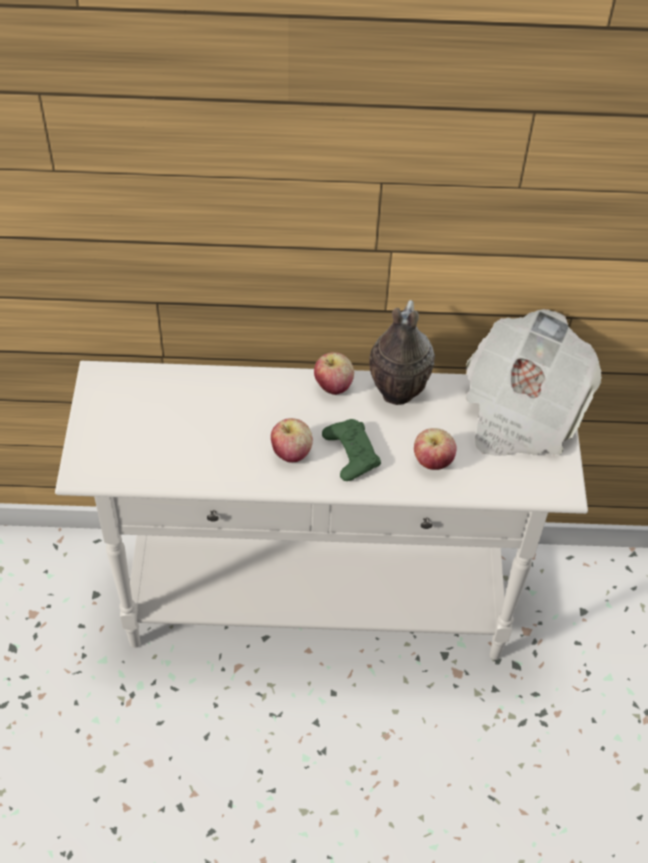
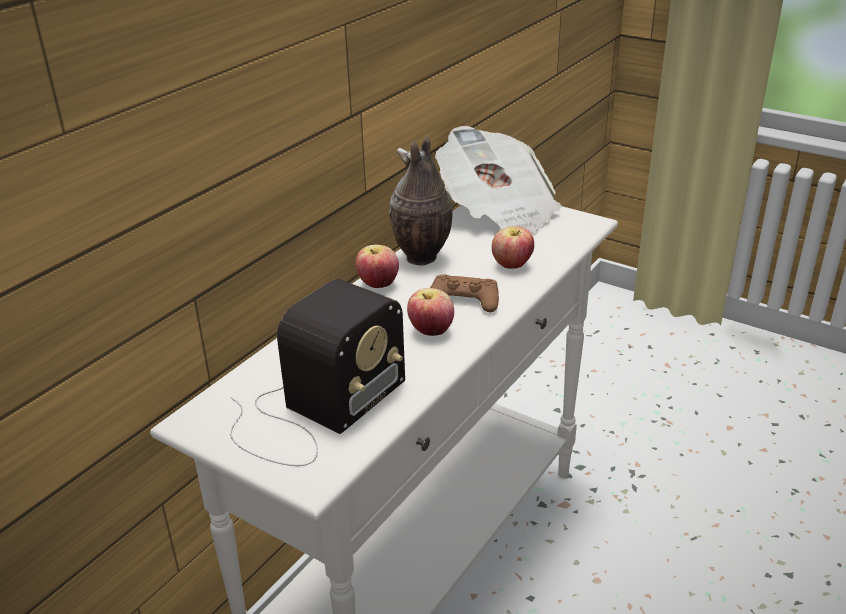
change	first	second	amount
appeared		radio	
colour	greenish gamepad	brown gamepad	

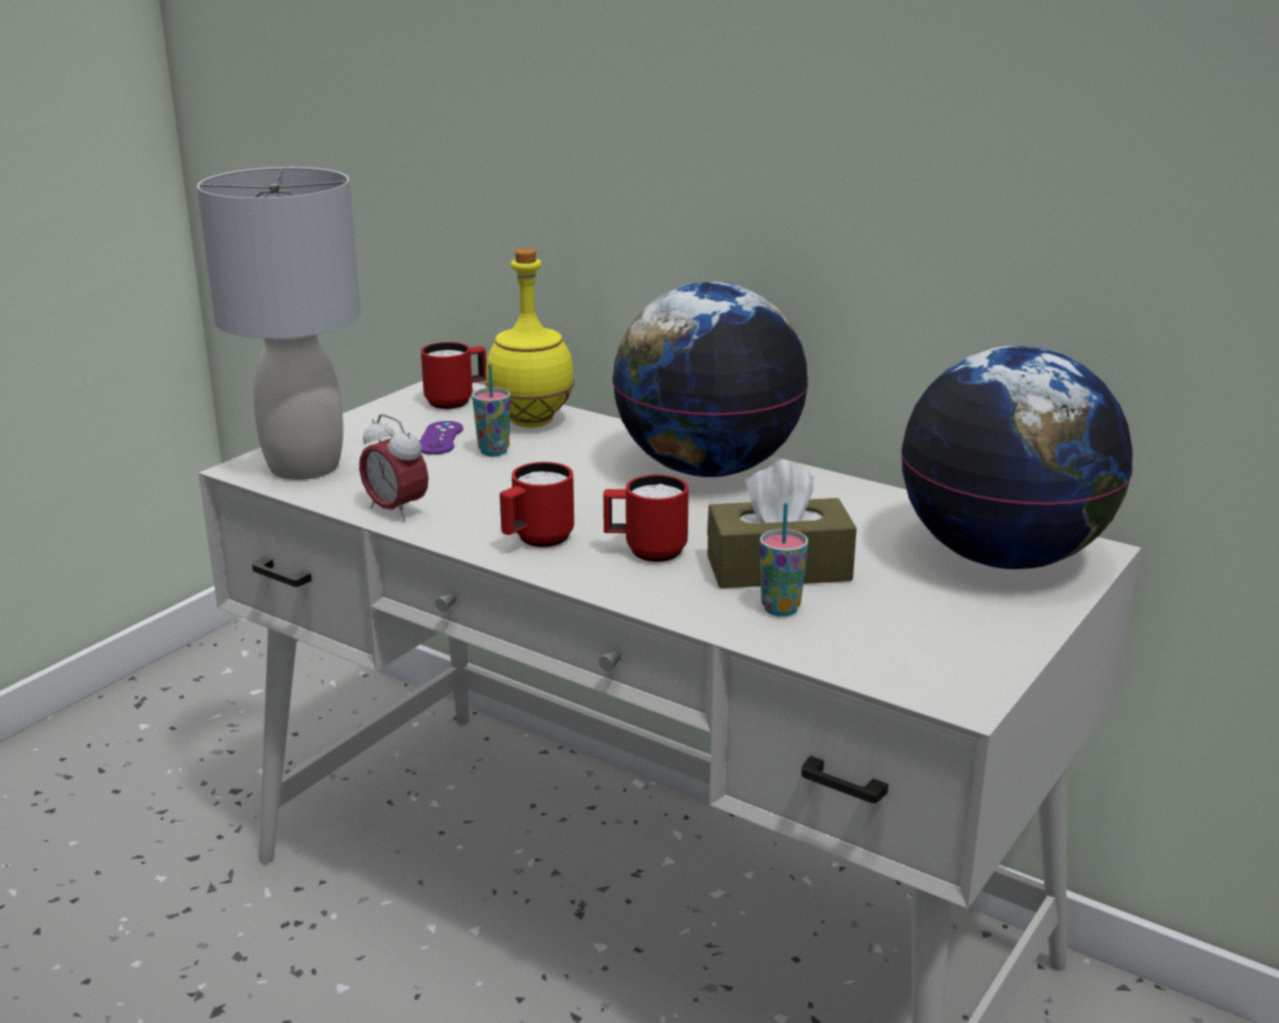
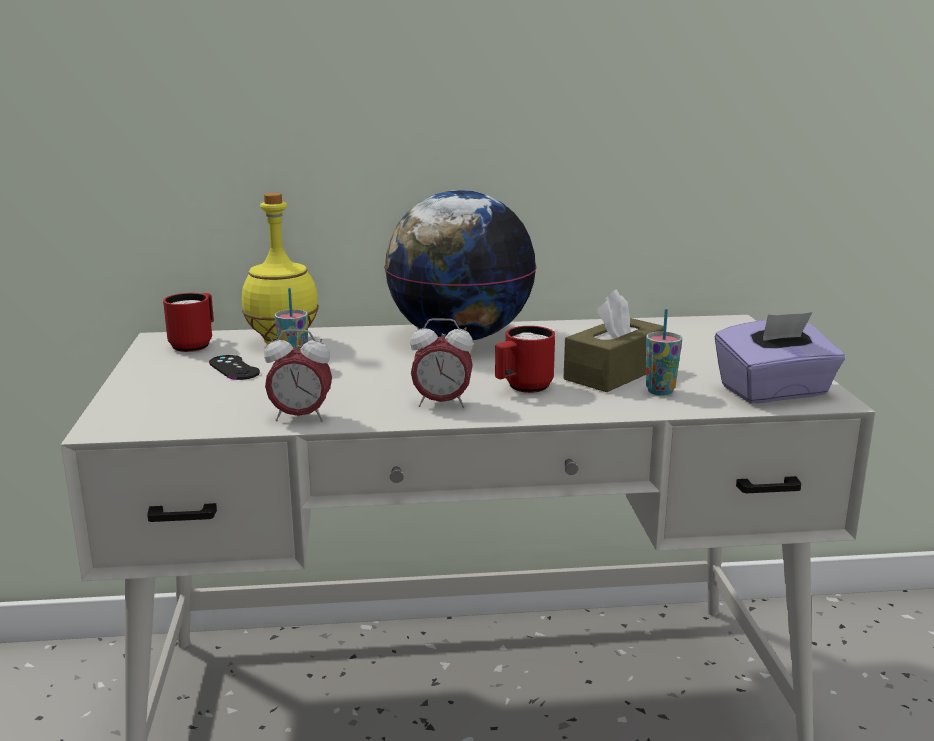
change	first	second	amount
colour	purple-coloured gamepad	blackish gamepad	
exchanged	red-coloured tea mug (no. 2 from left)	alarm clock (no. 2 from left)	
appeared		purple-coloured box of tissues	
missing	grey table lamp		
missing	globe (no. 2 from left)		

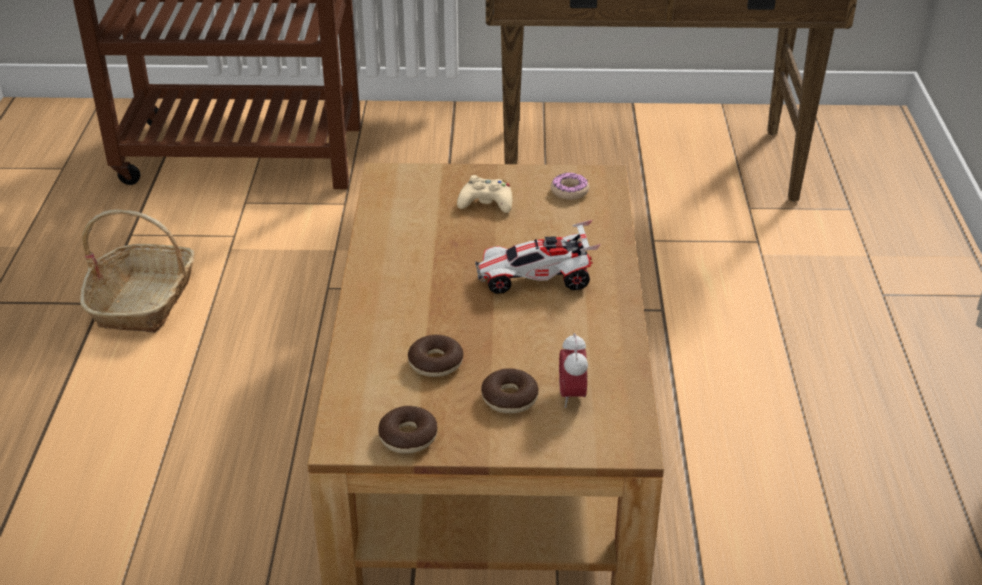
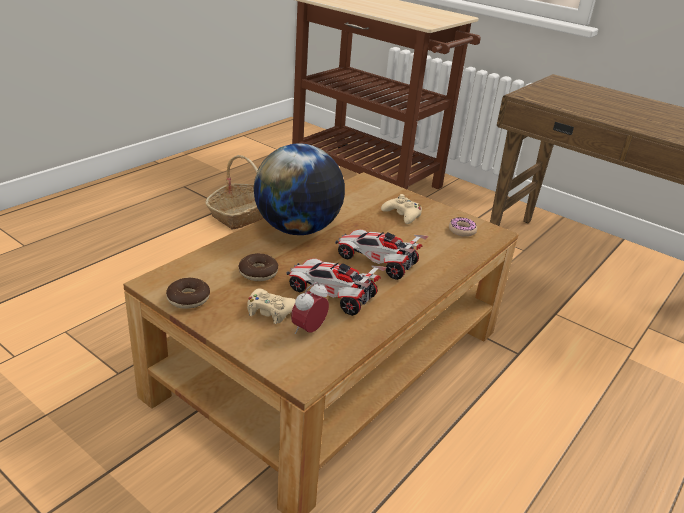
change	first	second	amount
exchanged	donut (no. 3 from left)	beige-coloured gamepad (no. 1 from left)	
appeared		globe	
appeared		model car (no. 1 from left)	

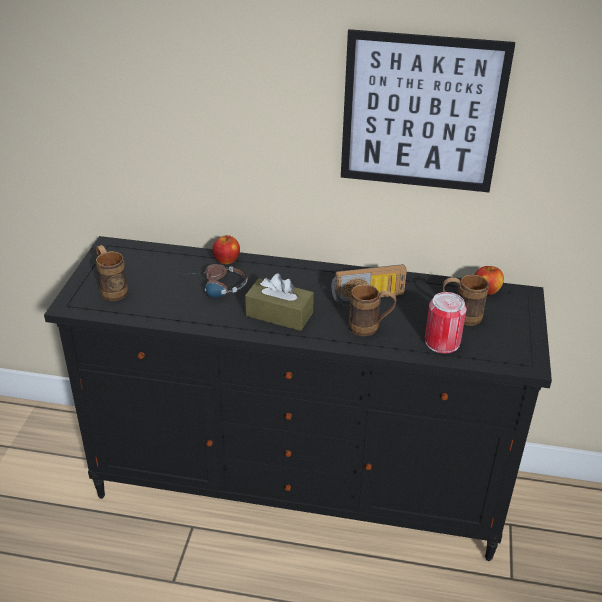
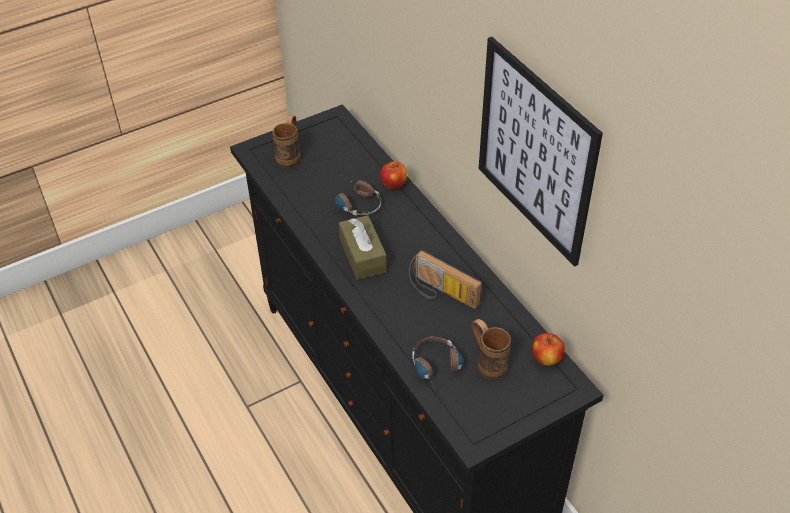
change	first	second	amount
exchanged	can	headphones (no. 2 from left)	
missing	brown tea mug (no. 2 from left)		

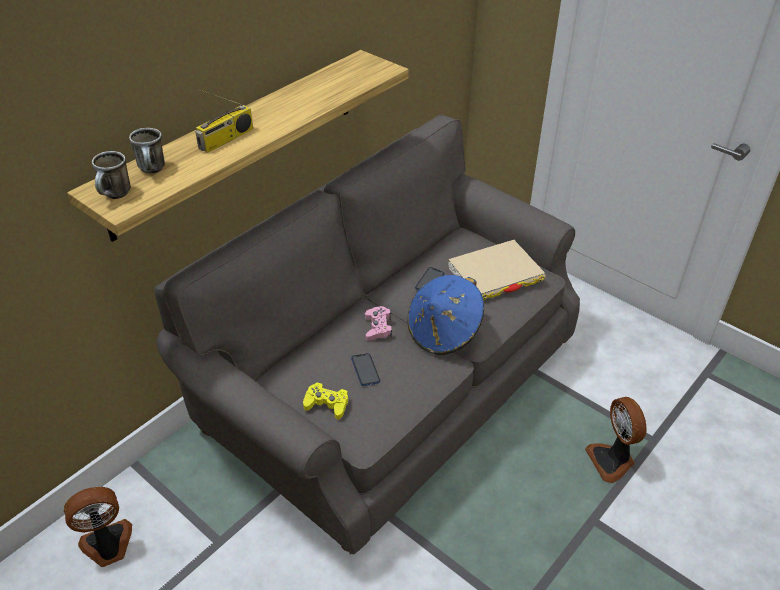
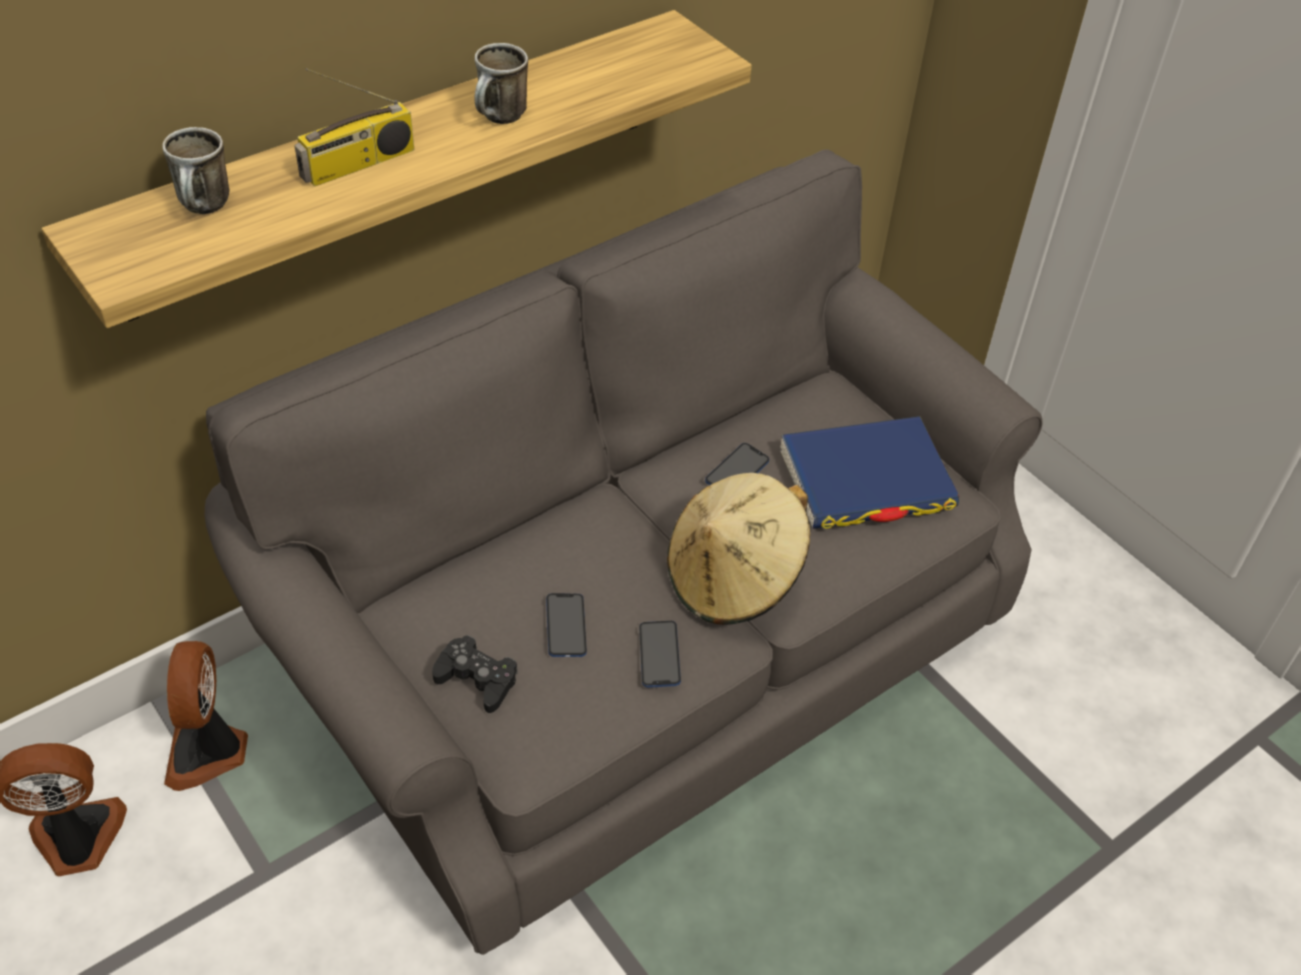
change	first	second	amount
relocated	fan (no. 2 from left)		
colour	yellowish gamepad	blackish gamepad	
relocated	tea mug (no. 1 from left in the first image)	tea mug (no. 2 from left)	
appeared		handset (no. 2 from left)	
colour	blue clothing hat	beige-coloured clothing hat	
colour	beige-coloured book	blue book	
missing	pink-coloured gamepad		

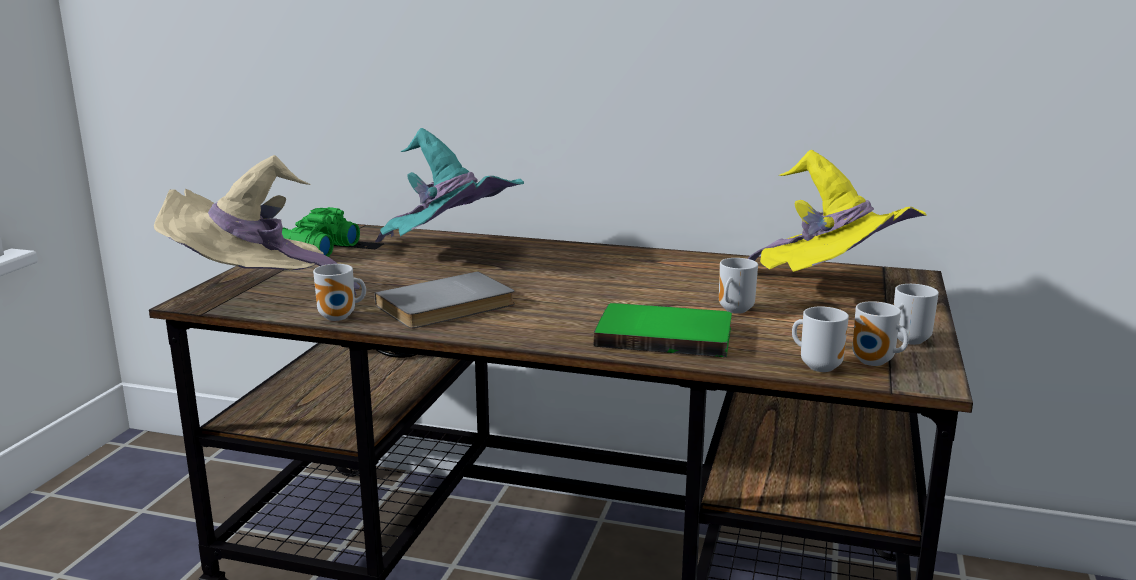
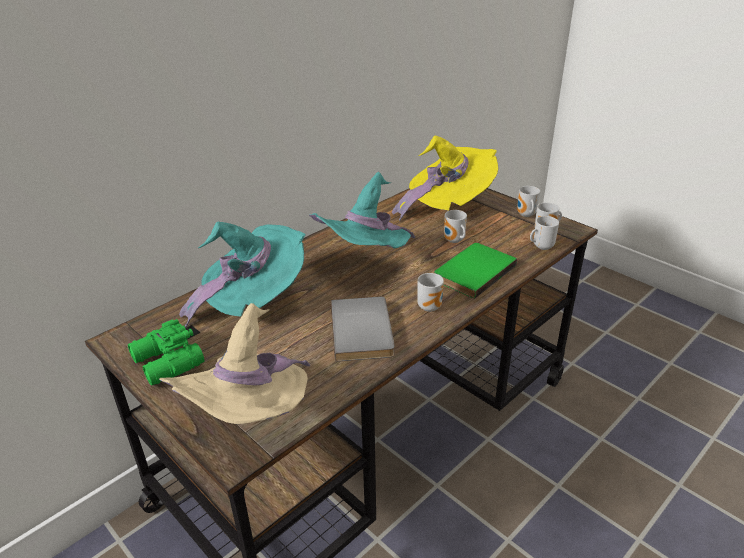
change	first	second	amount
appeared		turquoise-coloured clothing hat (no. 2 from left)	
relocated	tea mug (no. 1 from left)		

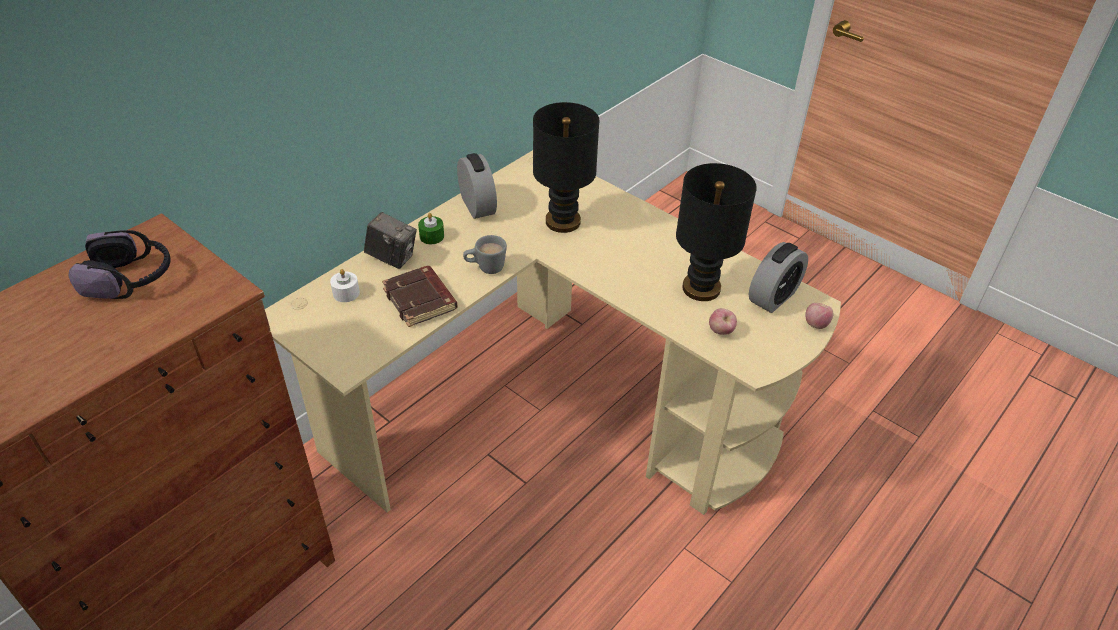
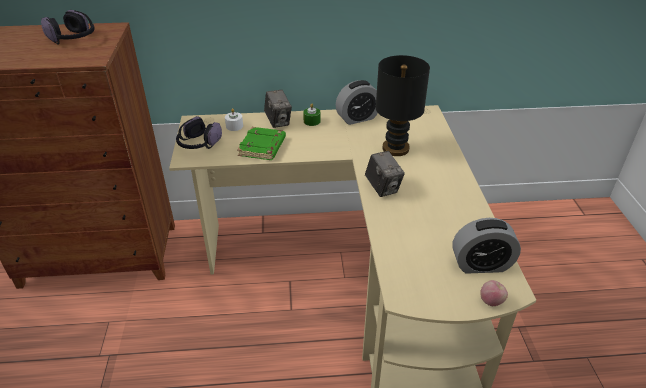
change	first	second	amount
appeared		headphones (no. 2 from left)	
colour	brown book	greenish book	
spun	alarm clock (no. 1 from left)		45 degrees clockwise
appeared		still camera (no. 2 from left)	
missing	grey tea mug		
missing	blackish table lamp (no. 2 from left)		
missing	whole apple (no. 1 from left)		

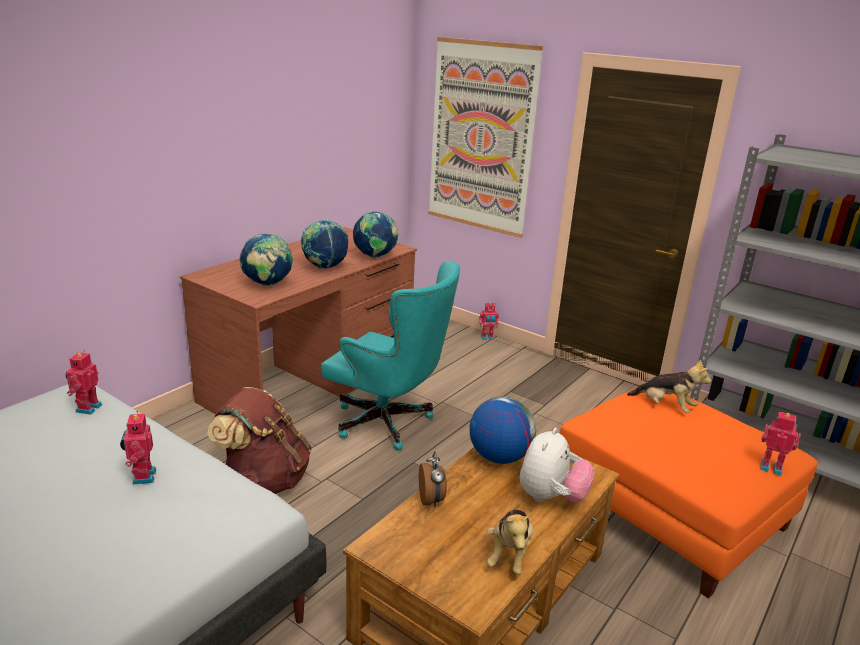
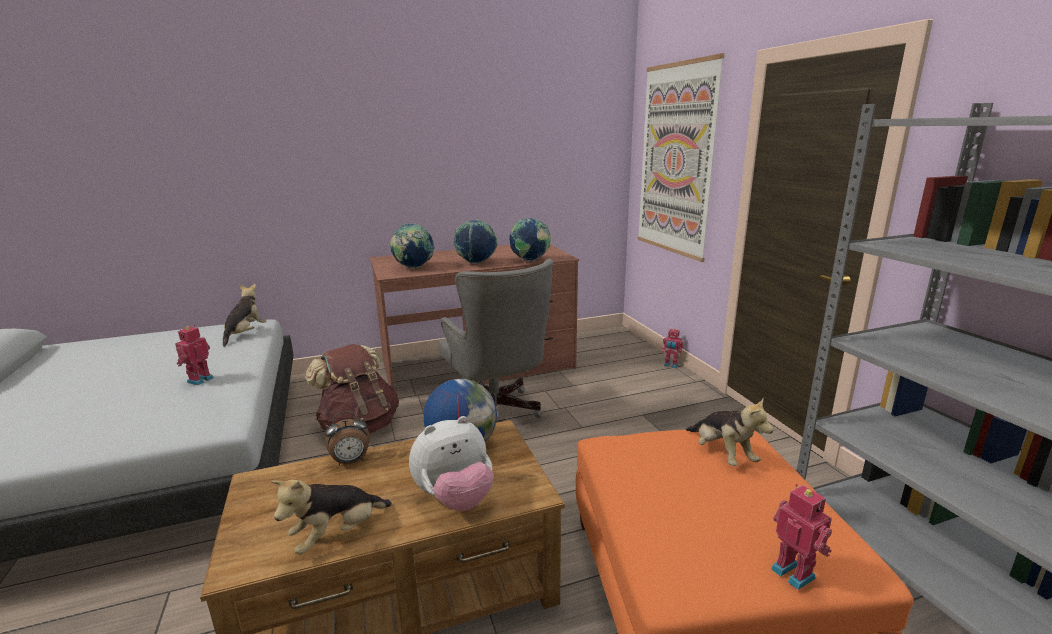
change	first	second	amount
exchanged	toy robot (no. 1 from left)	cuddly toy (no. 1 from left)	
spun	alarm clock		45 degrees clockwise
colour	turquoise-coloured computer chair	grey computer chair	

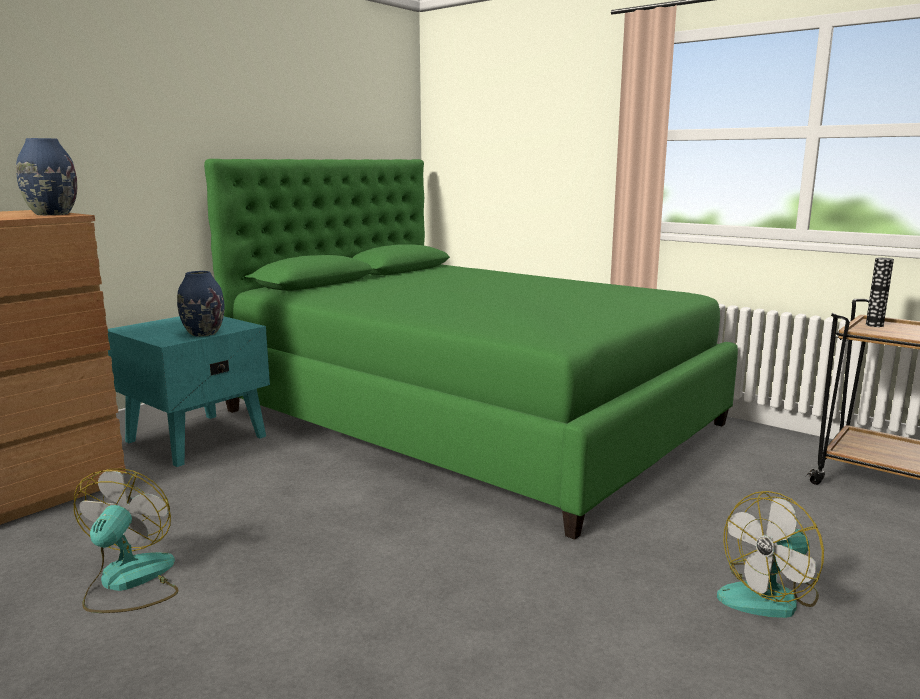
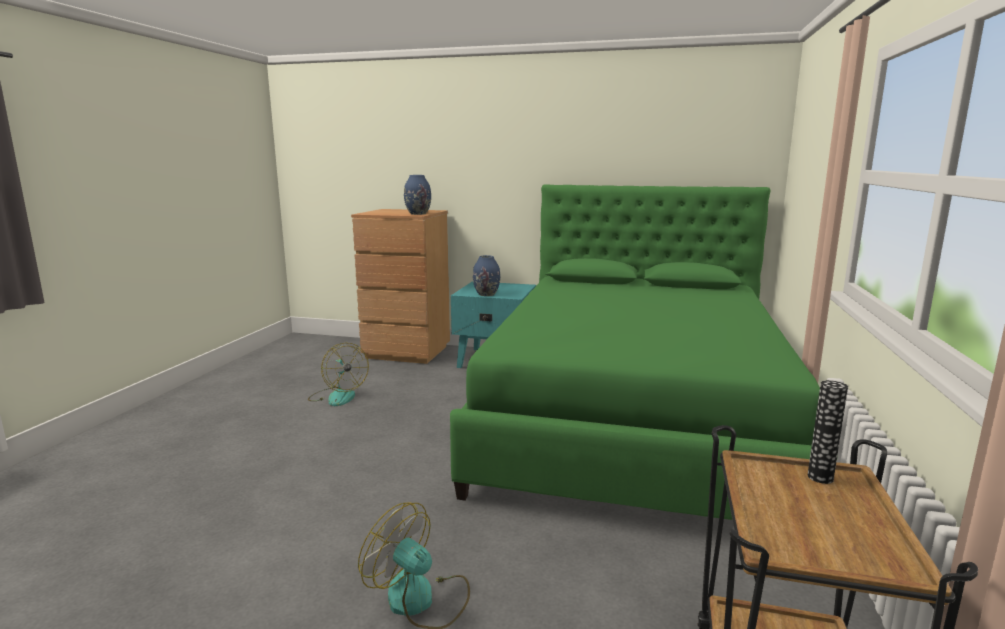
change	first	second	amount
spun	fan (no. 1 from left)		75 degrees clockwise

